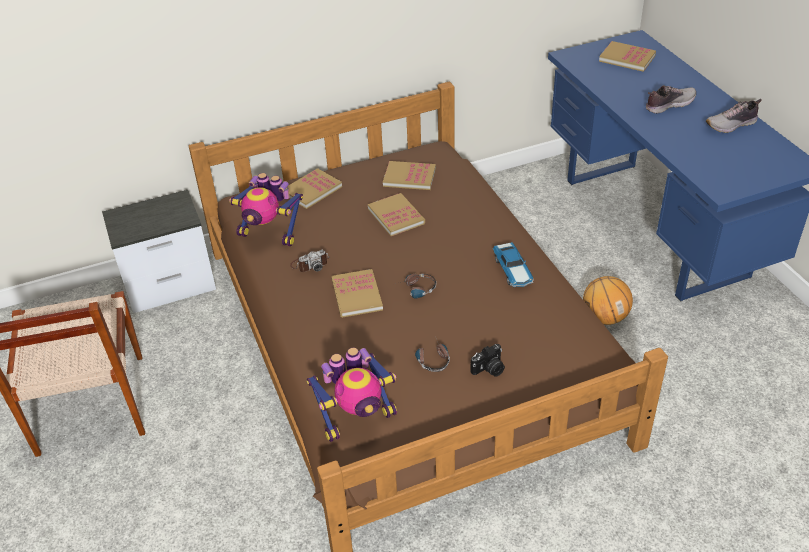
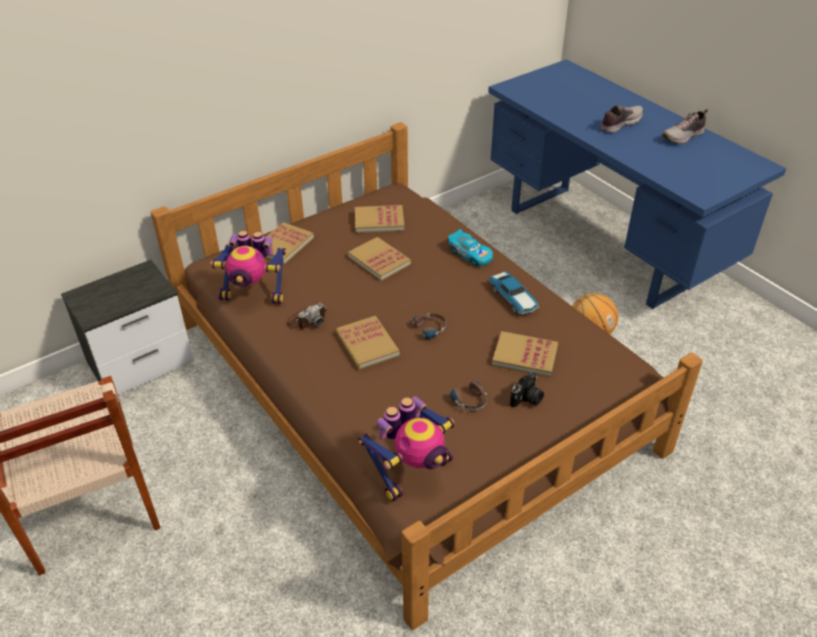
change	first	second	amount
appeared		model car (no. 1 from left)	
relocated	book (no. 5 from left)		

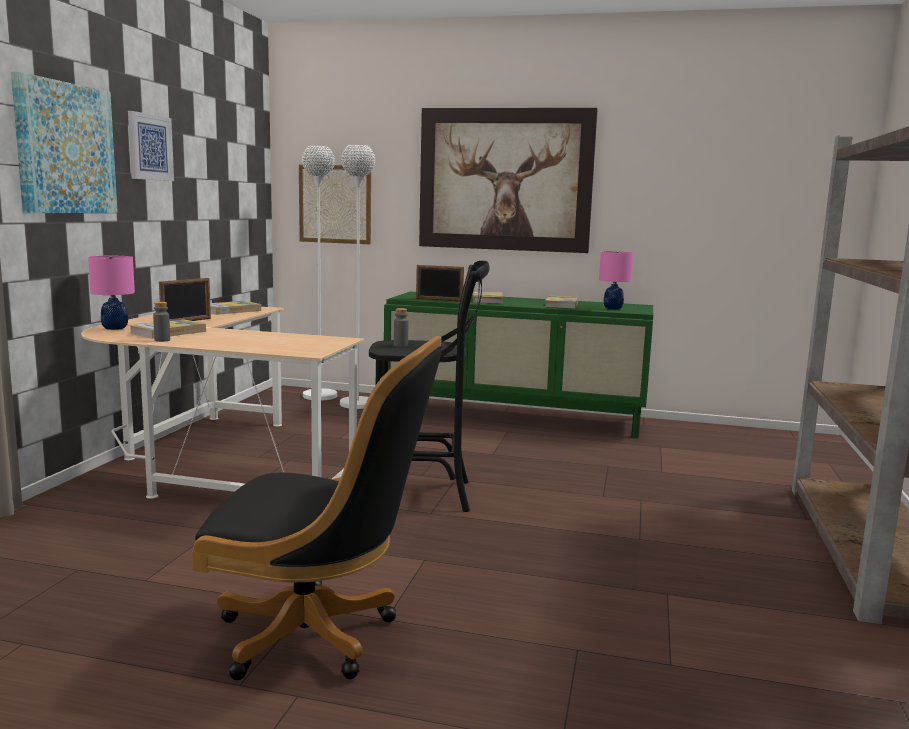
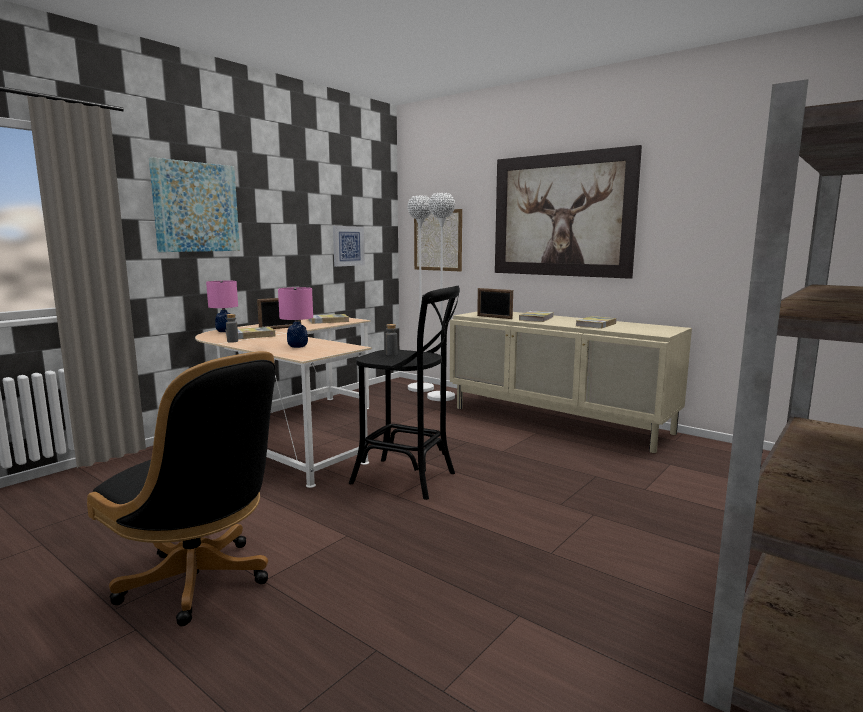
change	first	second	amount
relocated	pink-coloured table lamp (no. 2 from left)		
relocated	picture (no. 2 from left)		
colour	greenish storage cabinet	beige-coloured storage cabinet	

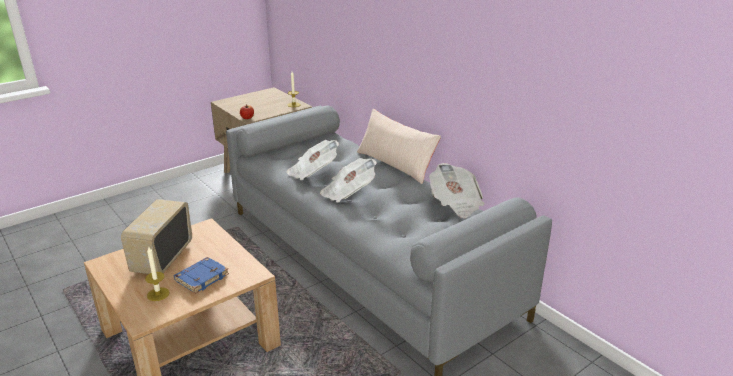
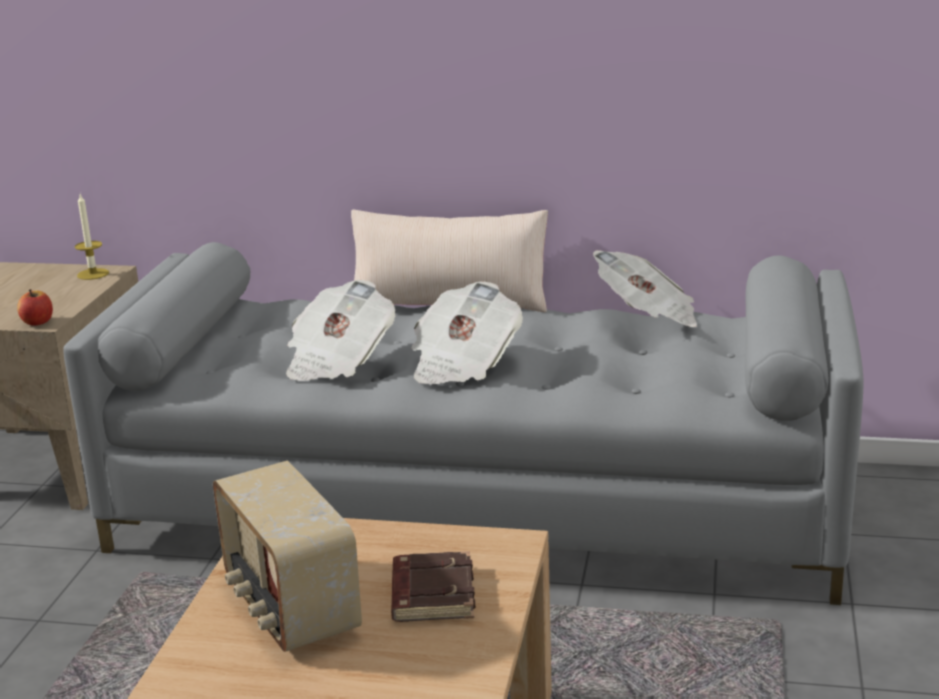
change	first	second	amount
colour	blue book	brown book	
missing	wax light (no. 1 from left)		

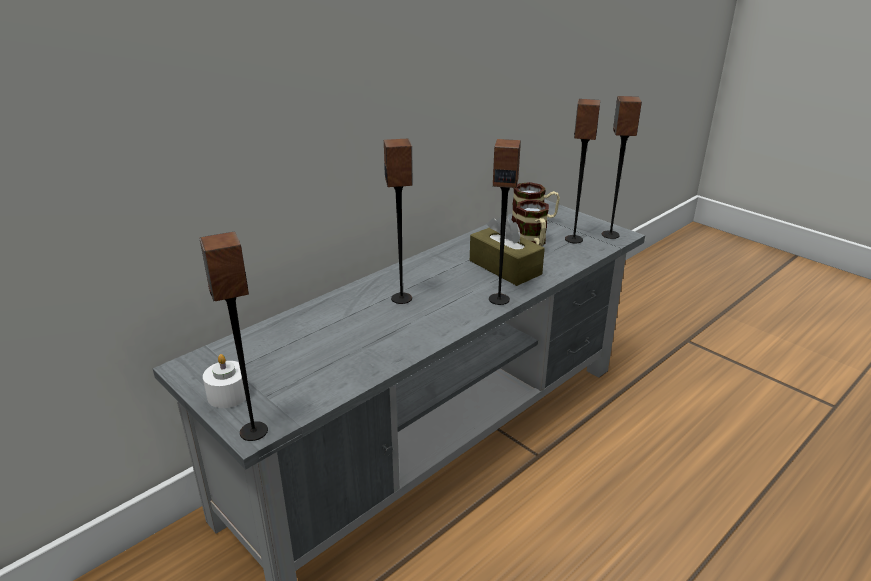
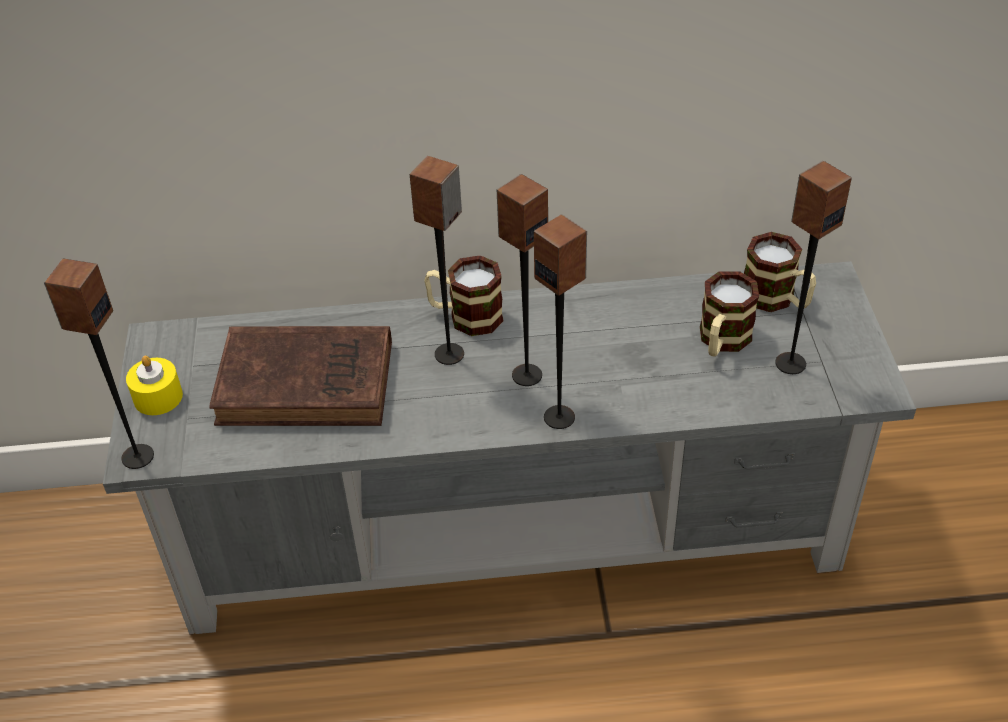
change	first	second	amount
colour	white-coloured wax light	yellowish wax light	
appeared		brown book	
appeared		tea mug (no. 1 from left)	
relocated	audio speaker (no. 5 from left in the first image)	audio speaker (no. 3 from left)	
missing	brown box of tissues		

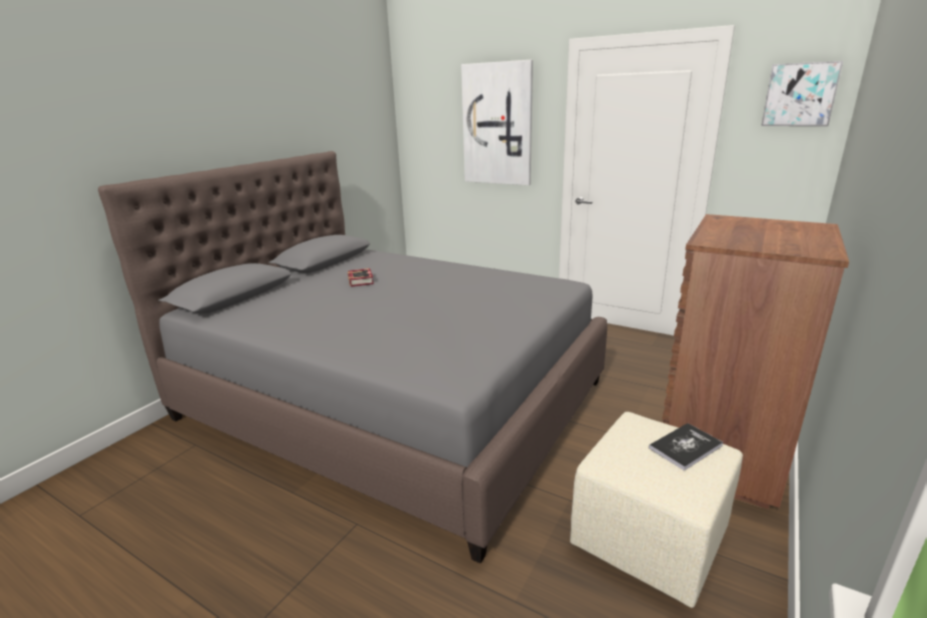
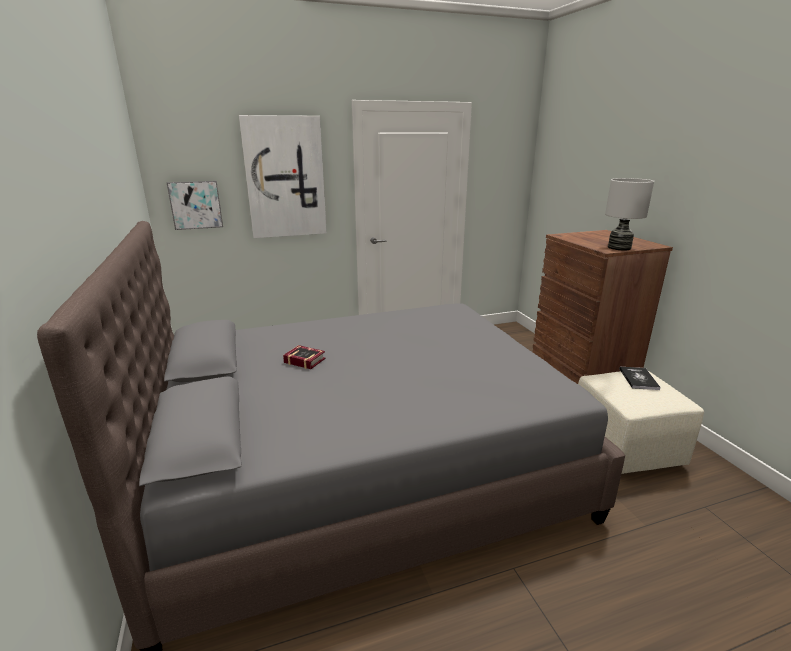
change	first	second	amount
relocated	picture (no. 2 from left in the first image)	picture (no. 1 from left)	
appeared		grey table lamp	

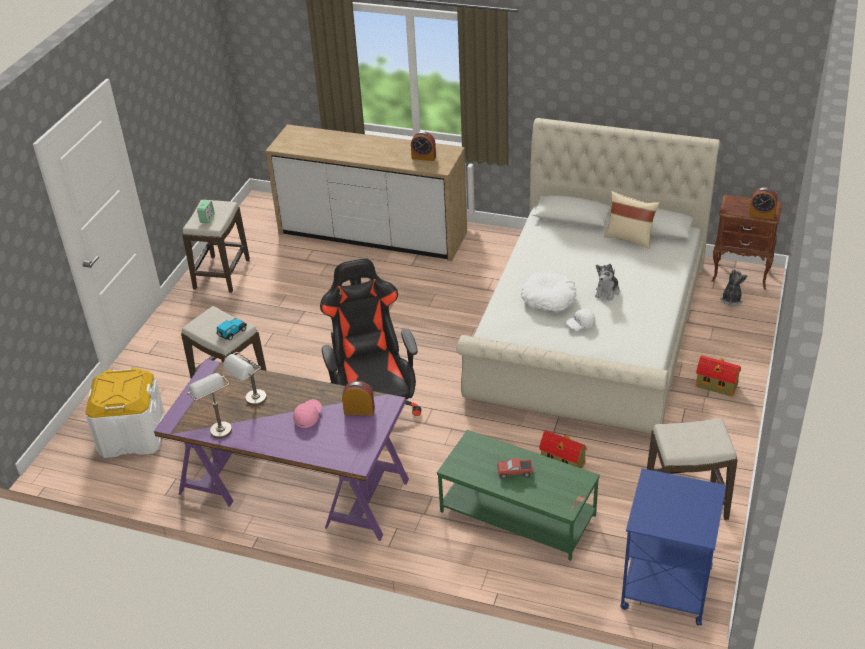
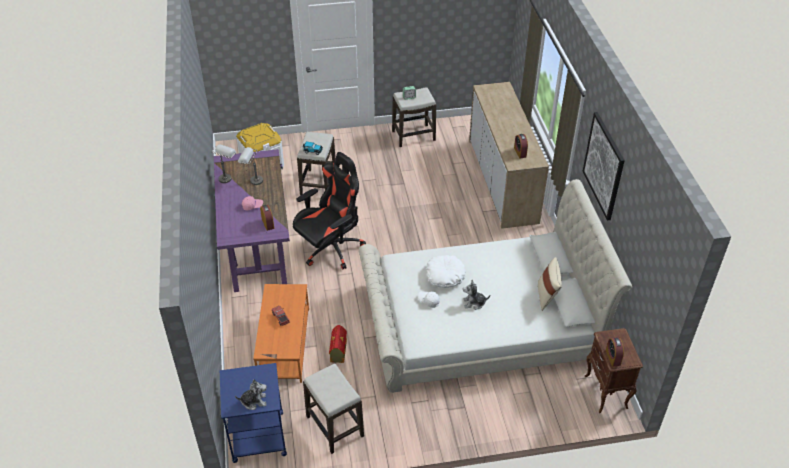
change	first	second	amount
relocated	cuddly toy (no. 2 from left in the first image)	cuddly toy (no. 1 from left)	
colour	greenish lounge table	orange lounge table	
appeared		picture	
missing	model house (no. 2 from left)		

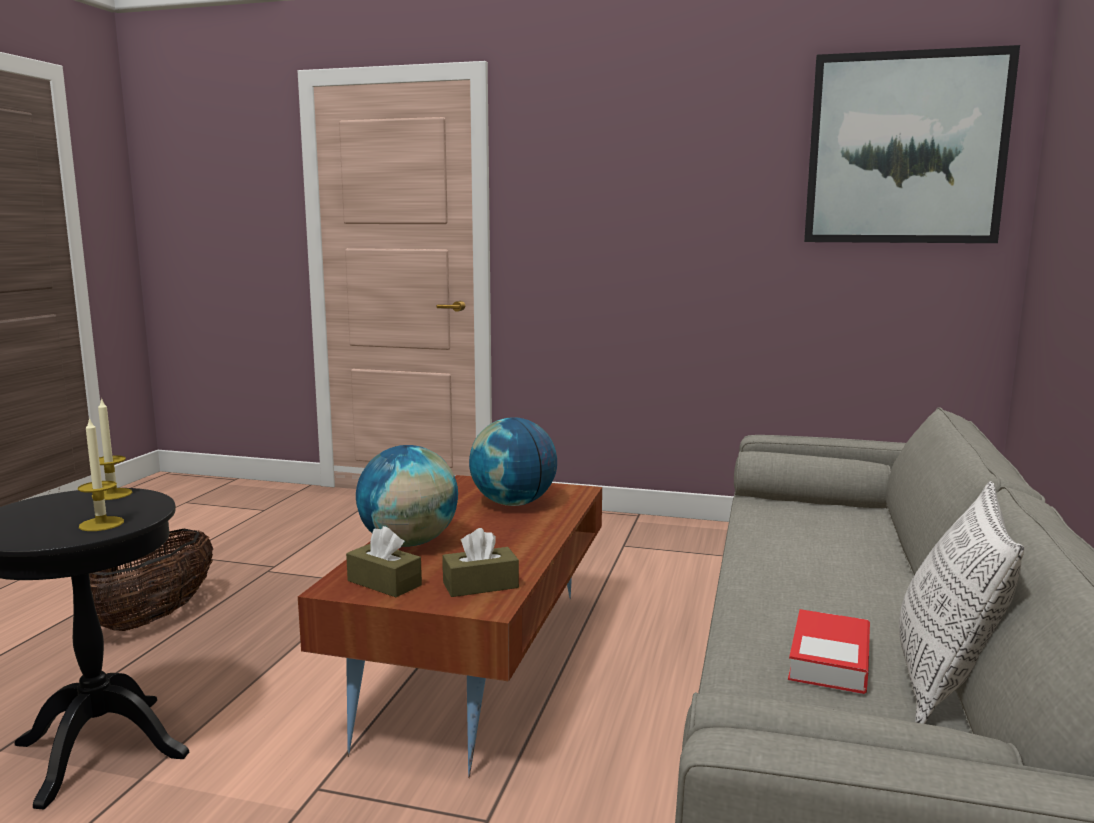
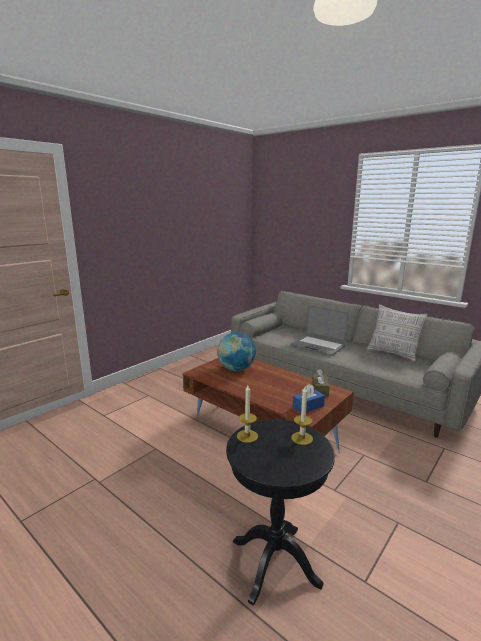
change	first	second	amount
appeared		notebook computer	
colour	brown box of tissues (no. 1 from left)	blue box of tissues	
missing	household basket		
missing	globe (no. 1 from left)		
missing	book		
missing	picture		

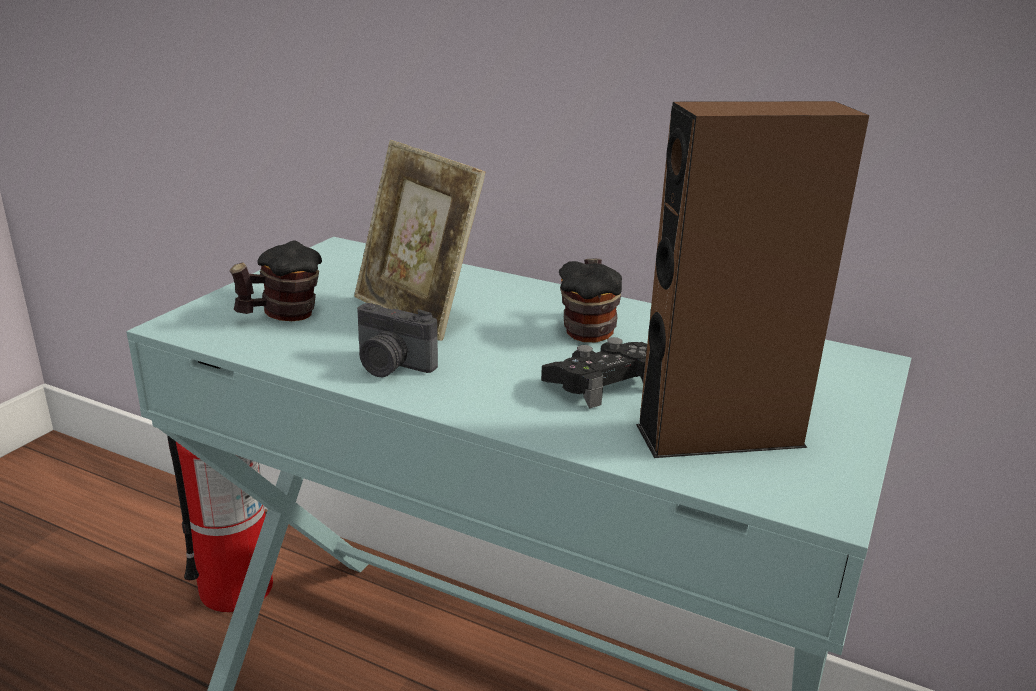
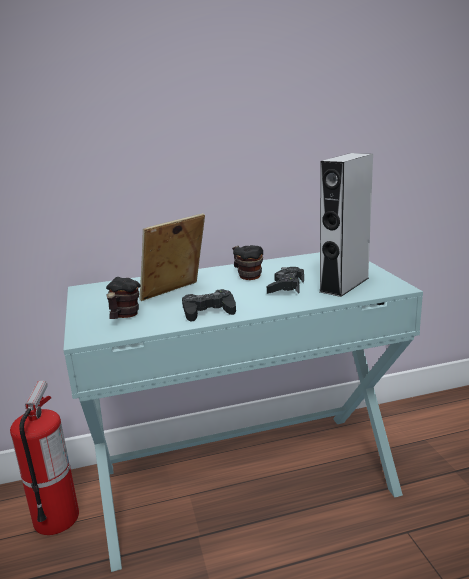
change	first	second	amount
spun	picture frame		135 degrees clockwise
exchanged	still camera	blackish gamepad (no. 1 from left)	
colour	brown audio speaker	grey audio speaker	

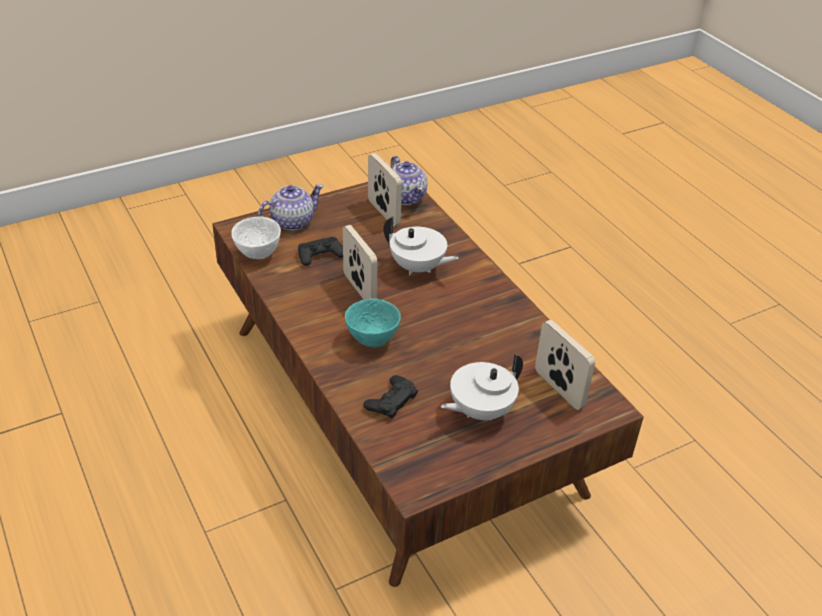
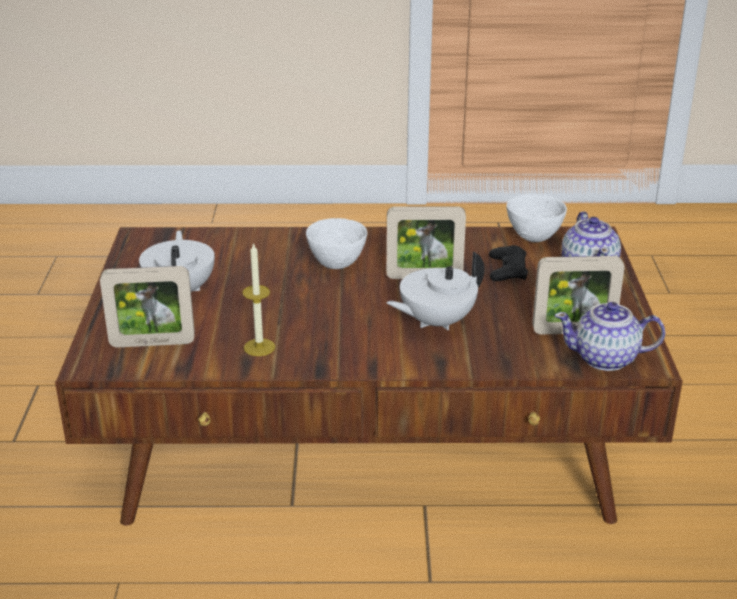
change	first	second	amount
appeared		wax light	
colour	turquoise-coloured serving bowl	white-coloured serving bowl (no. 1 from left)	
missing	blackish gamepad (no. 2 from left)		

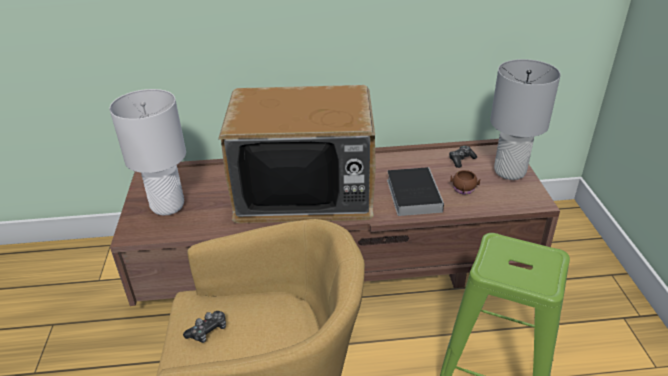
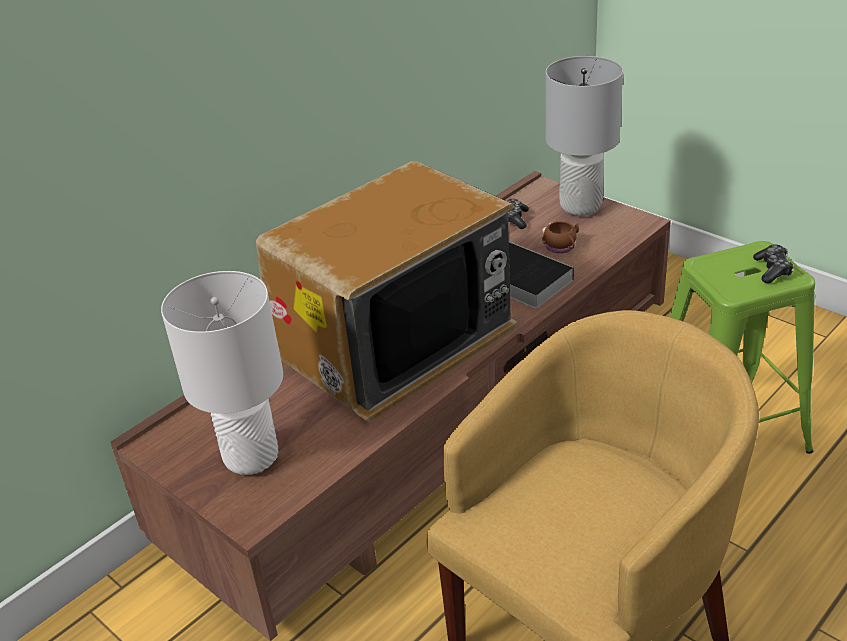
change	first	second	amount
relocated	gamepad (no. 1 from left in the first image)	gamepad (no. 2 from left)	

